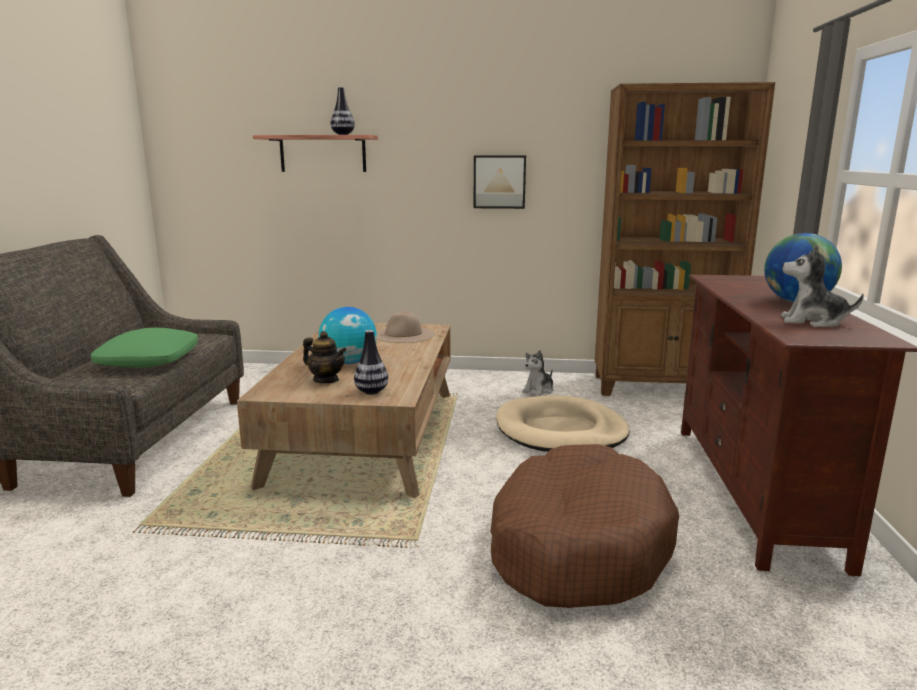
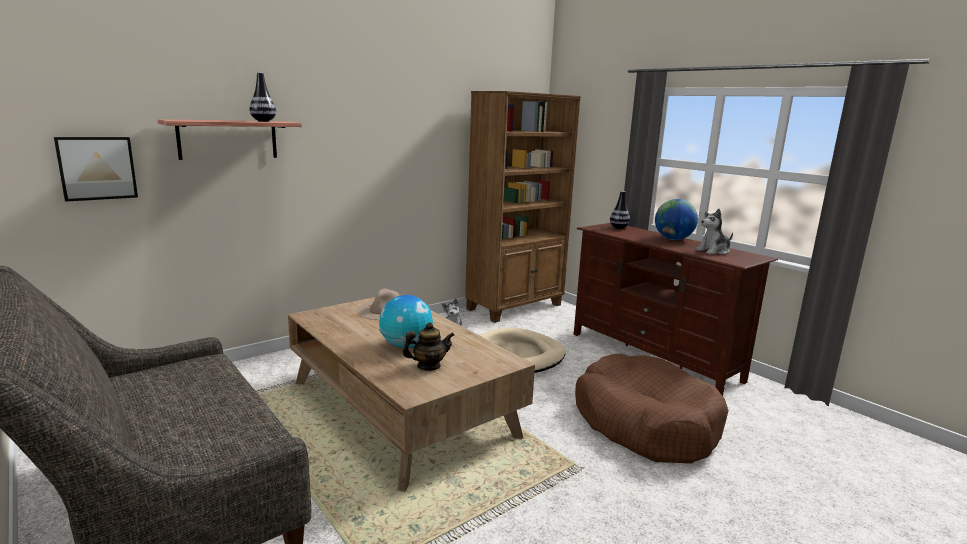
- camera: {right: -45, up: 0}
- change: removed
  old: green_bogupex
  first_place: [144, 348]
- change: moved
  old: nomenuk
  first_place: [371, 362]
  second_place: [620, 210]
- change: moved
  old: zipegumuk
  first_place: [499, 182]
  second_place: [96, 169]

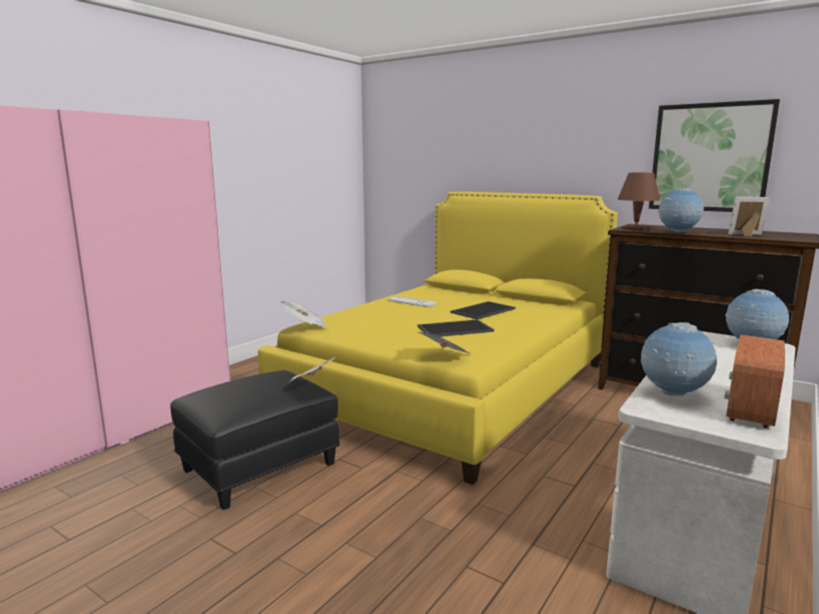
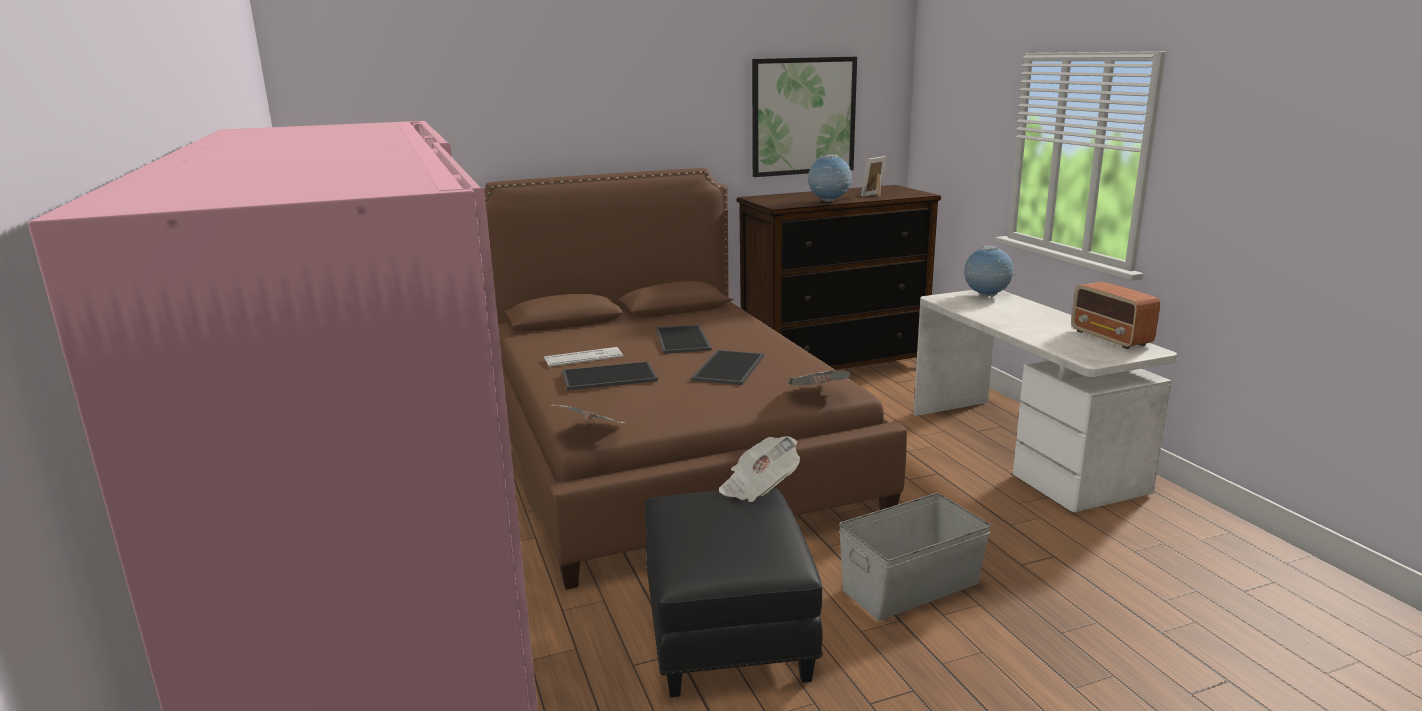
- camera: {right: -55, up: 5}
- change: removed
  old: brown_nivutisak
  first_place: [639, 201]
- change: removed
  old: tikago
  first_place: [679, 359]
- change: added
  new: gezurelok
  second_place: [610, 376]
- change: added
  new: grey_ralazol
  second_place: [915, 557]
- change: recoloured
  old: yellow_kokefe
  new: brown_kokefe
  first_place: [438, 338]
  second_place: [695, 379]

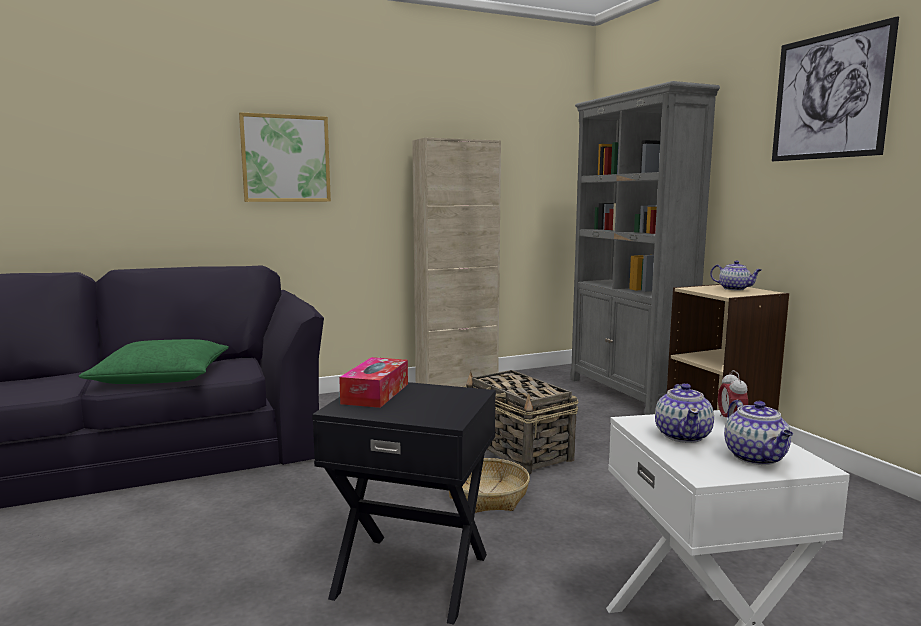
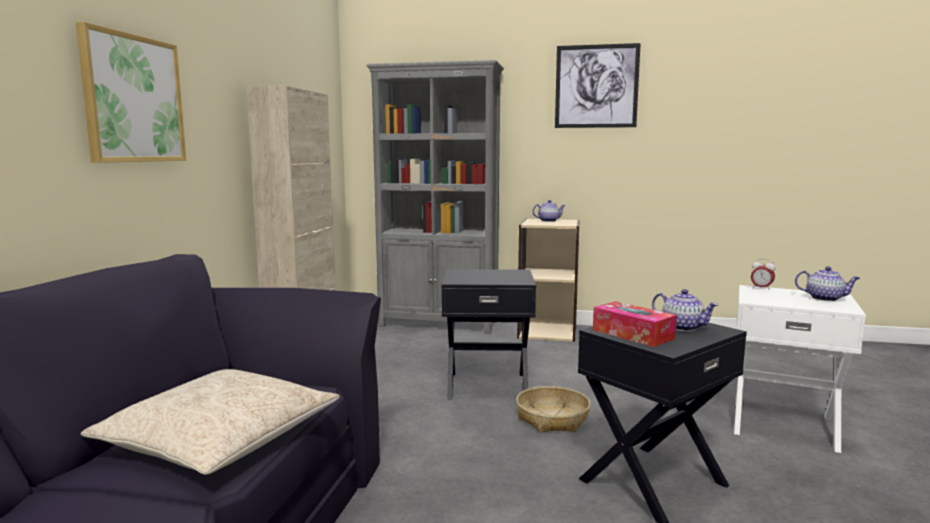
- camera: {right: -55, up: 0}
- change: moved
  old: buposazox
  first_place: [684, 413]
  second_place: [685, 310]
- change: replaced
  old: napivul
  new: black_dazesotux
  first_place: [520, 422]
  second_place: [488, 334]
- change: recoloured
  old: green_bogupex
  new: beige_bogupex
  first_place: [154, 361]
  second_place: [210, 422]

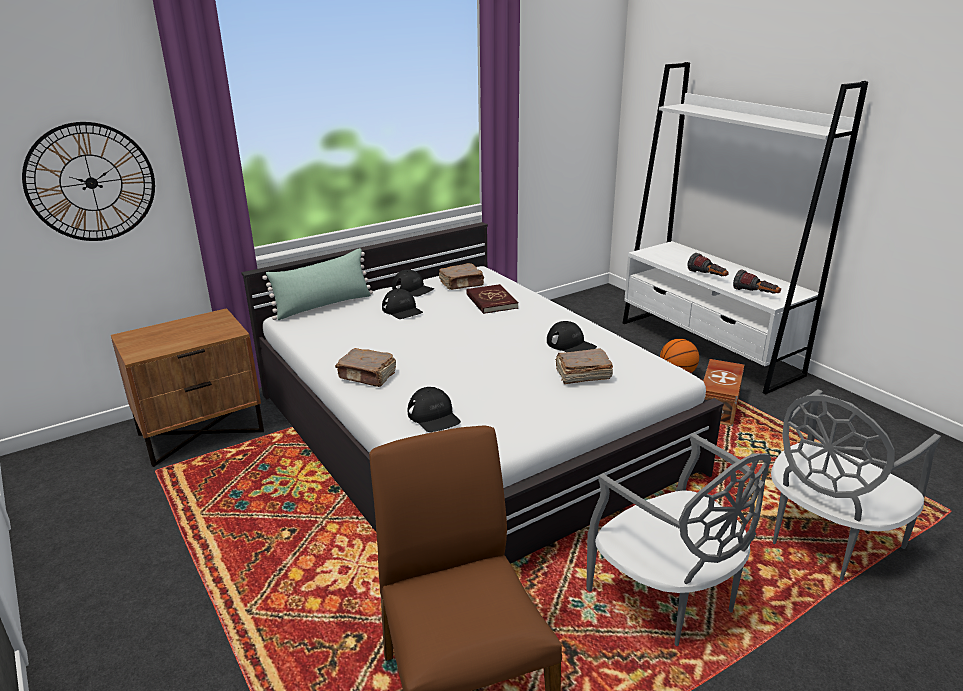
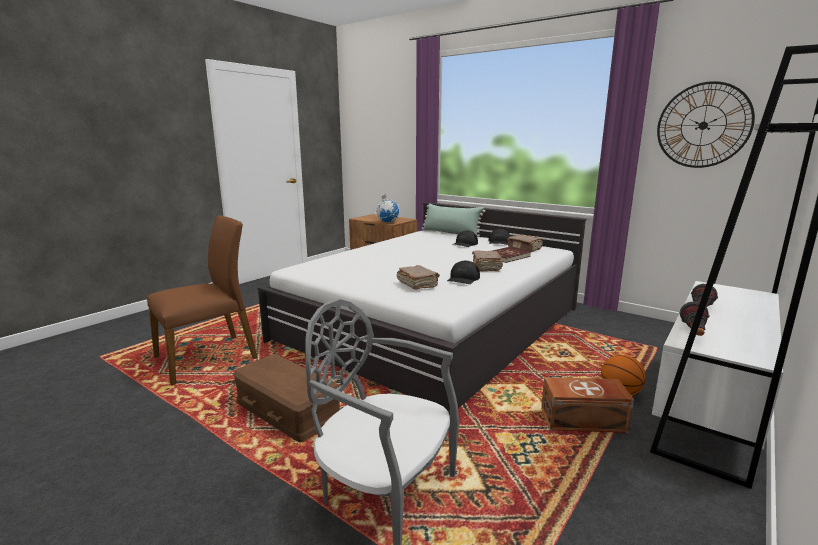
- camera: {right: 70, up: -10}
- change: removed
  old: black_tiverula
  first_place: [434, 409]
- change: added
  new: tikago
  second_place: [387, 208]
- change: moved
  old: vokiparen
  first_place: [88, 181]
  second_place: [706, 124]
- change: moved
  old: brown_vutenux
  first_place: [365, 367]
  second_place: [487, 260]
- change: replaced
  old: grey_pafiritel
  new: brown_ralazol
  first_place: [678, 539]
  second_place: [286, 398]

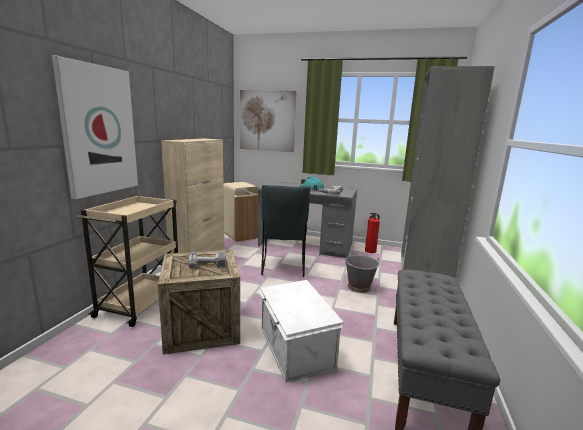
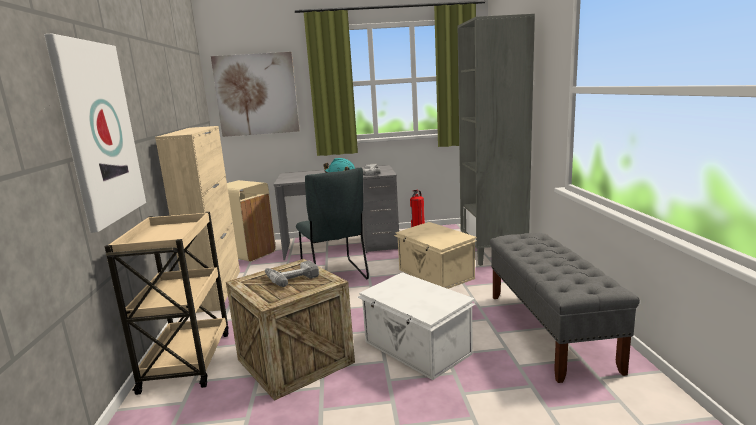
- camera: {right: -20, up: 0}
- change: replaced
  old: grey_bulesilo
  new: beige_ralazol
  first_place: [362, 274]
  second_place: [435, 255]

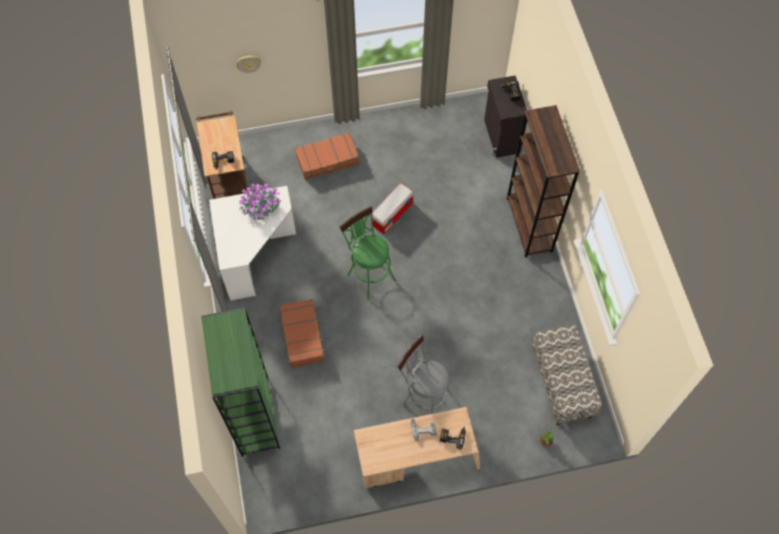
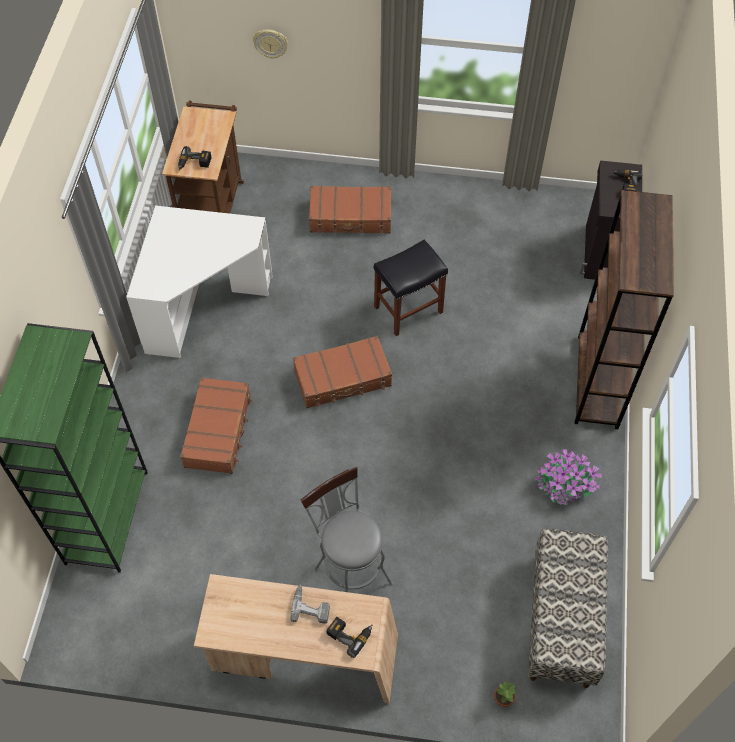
- camera: {right: 20, up: -5}
- change: moved
  old: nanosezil
  first_place: [260, 201]
  second_place: [568, 477]
- change: replaced
  old: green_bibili
  new: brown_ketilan
  first_place: [367, 253]
  second_place: [342, 372]
- change: replaced
  old: ralazol
  new: black_bibili
  first_place: [392, 208]
  second_place: [411, 288]

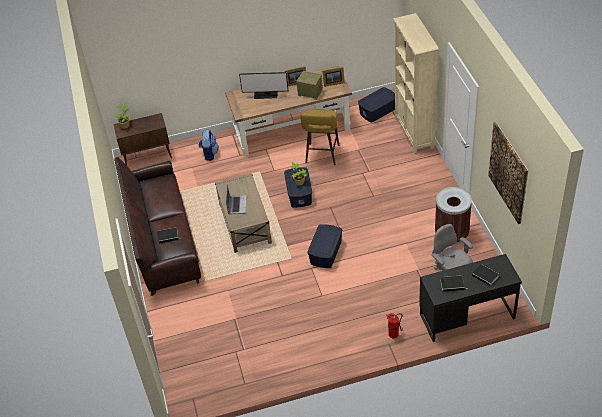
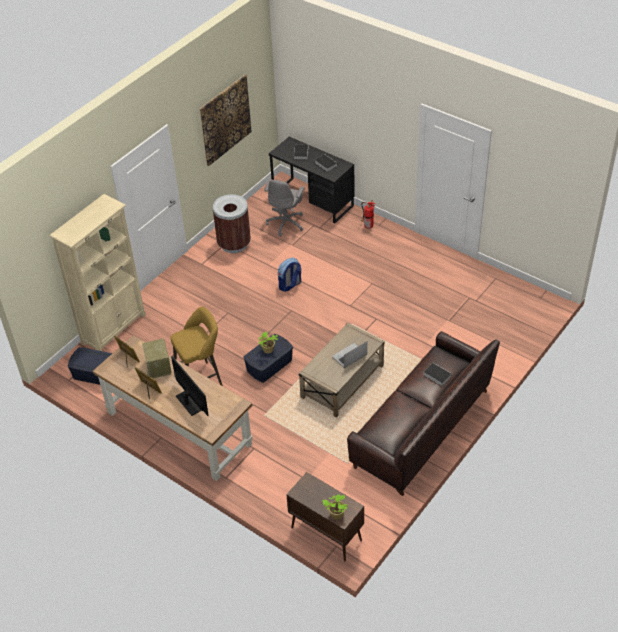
- camera: {right: -130, up: 0}
- change: removed
  old: blue_ralazol
  first_place: [324, 246]
- change: moved
  old: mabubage
  first_place: [209, 145]
  second_place: [289, 275]

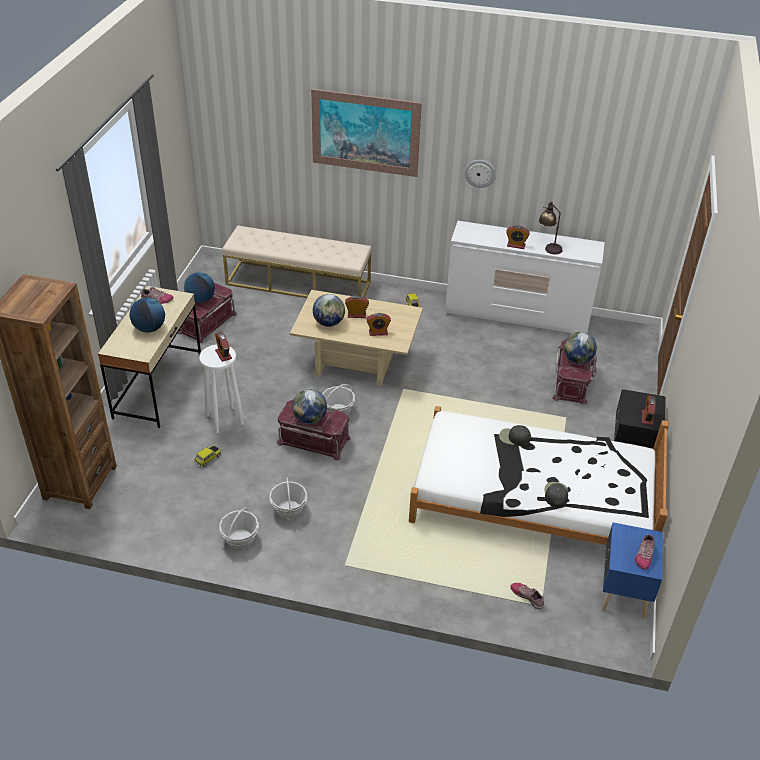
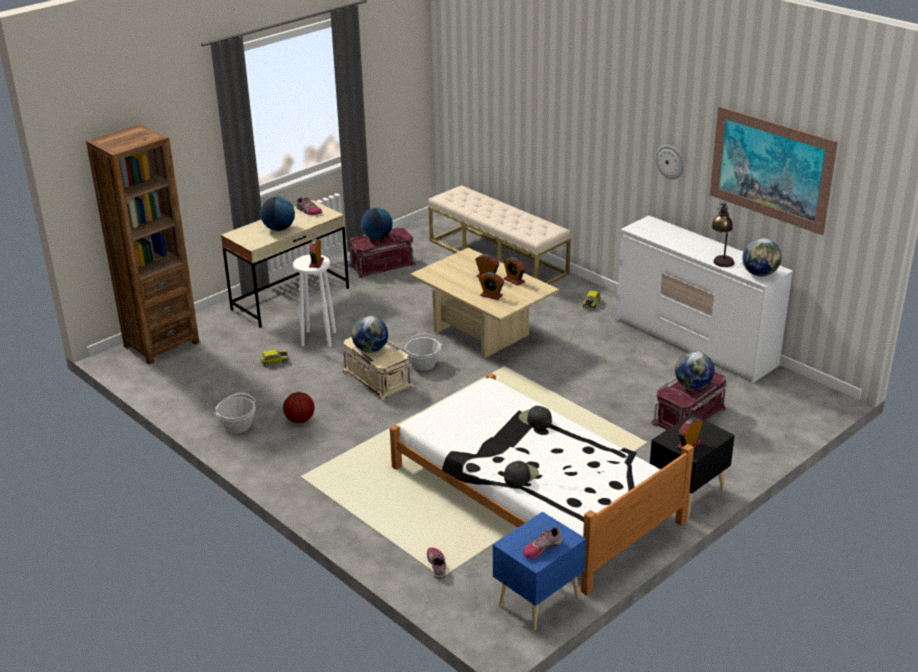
- camera: {right: 35, up: -10}
- change: moved
  old: zipegumuk
  first_place: [366, 133]
  second_place: [774, 170]
- change: moved
  old: tikago
  first_place: [329, 310]
  second_place: [761, 257]
- change: moved
  old: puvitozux
  first_place: [518, 237]
  second_place: [514, 271]
- change: replaced
  old: napivul
  new: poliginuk
  first_place: [288, 498]
  second_place: [298, 407]
- change: recoloured
  old: red_ralazol
  new: beige_ralazol
  first_place: [314, 430]
  second_place: [378, 368]

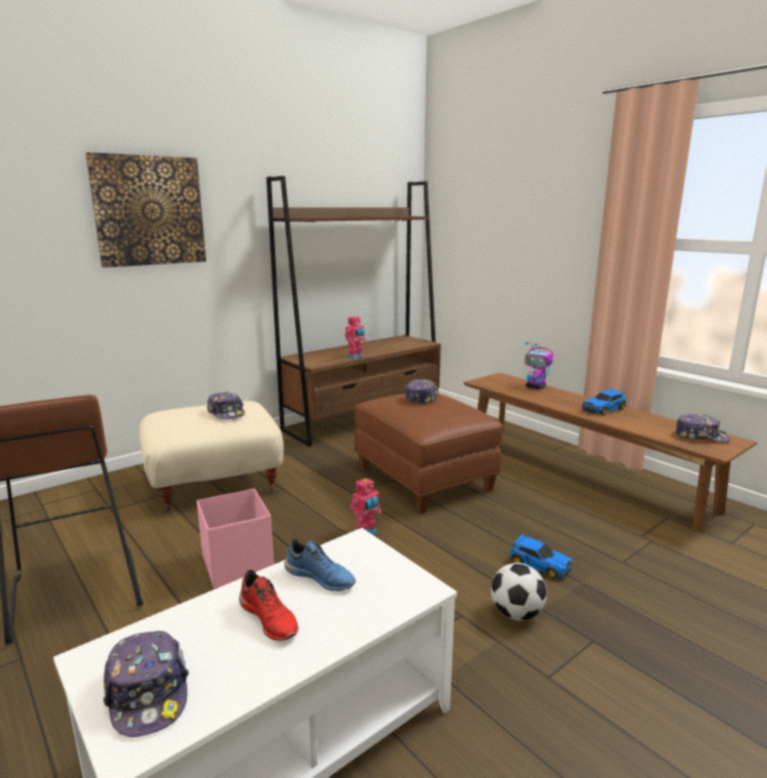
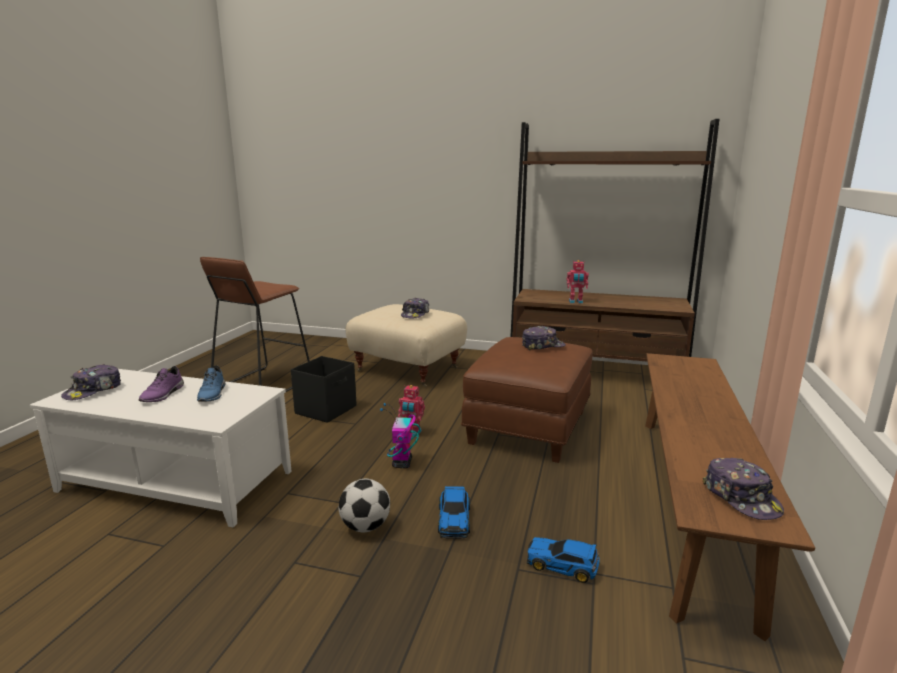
- camera: {right: 55, up: 0}
- change: removed
  old: zipegumuk
  first_place: [145, 210]
- change: moved
  old: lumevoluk
  first_place: [539, 366]
  second_place: [400, 435]
- change: moved
  old: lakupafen
  first_place: [604, 402]
  second_place: [563, 560]
- change: recoloured
  old: pink_ralazol
  new: black_ralazol
  first_place: [235, 539]
  second_place: [323, 389]
- change: recoloured
  old: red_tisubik
  new: purple_tisubik
  first_place: [269, 605]
  second_place: [161, 384]

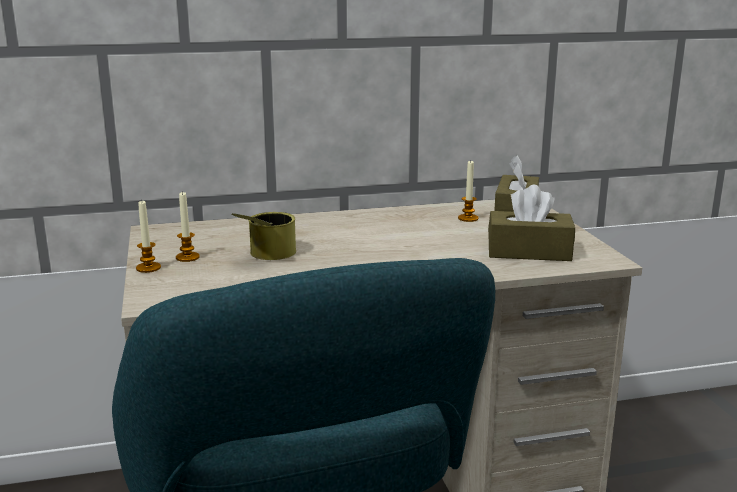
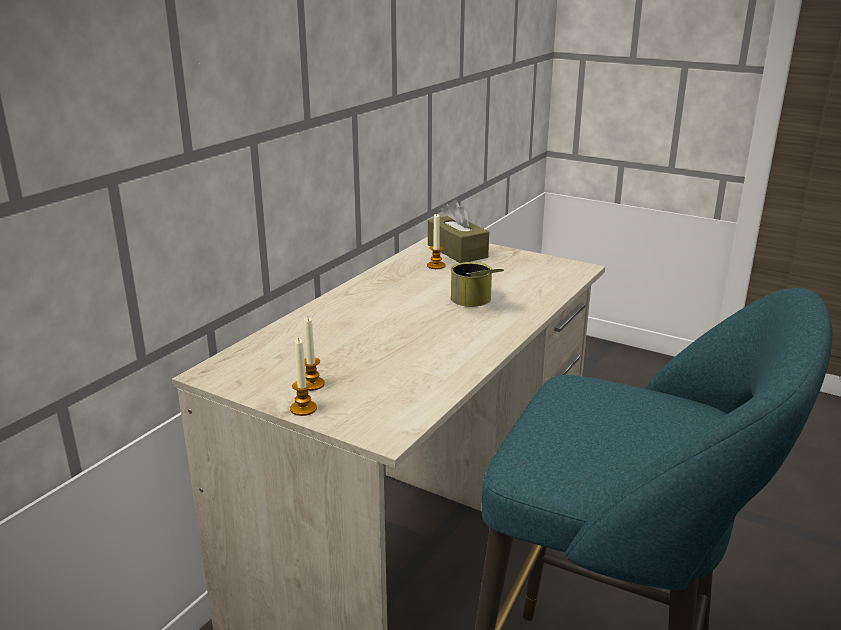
- camera: {right: -45, up: 5}
- change: removed
  old: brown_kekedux
  first_place: [531, 223]
- change: moved
  old: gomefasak
  first_place: [264, 236]
  second_place: [477, 284]

